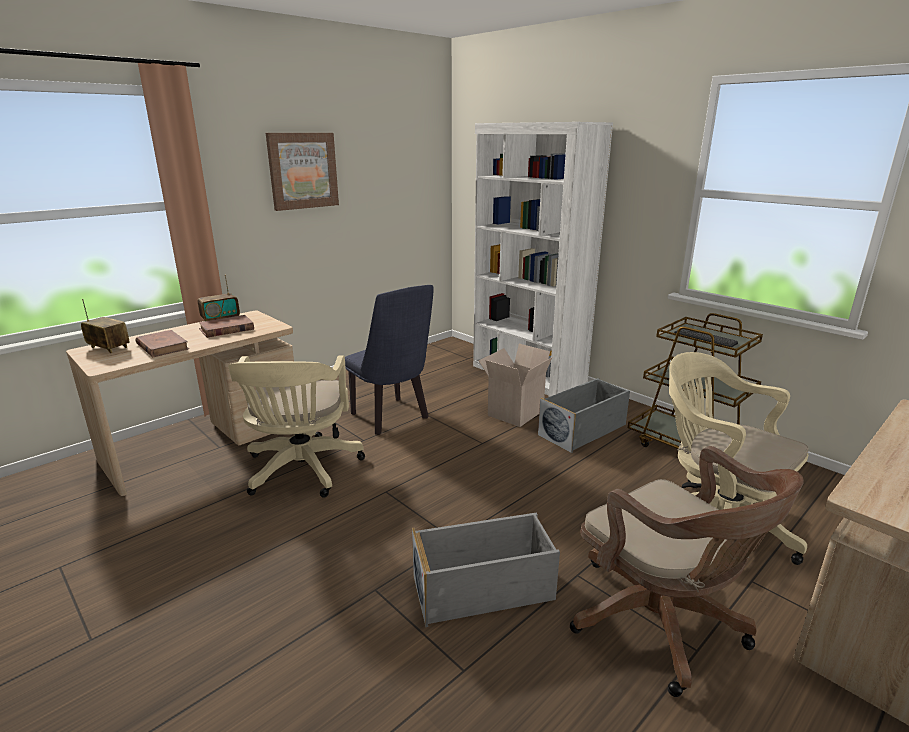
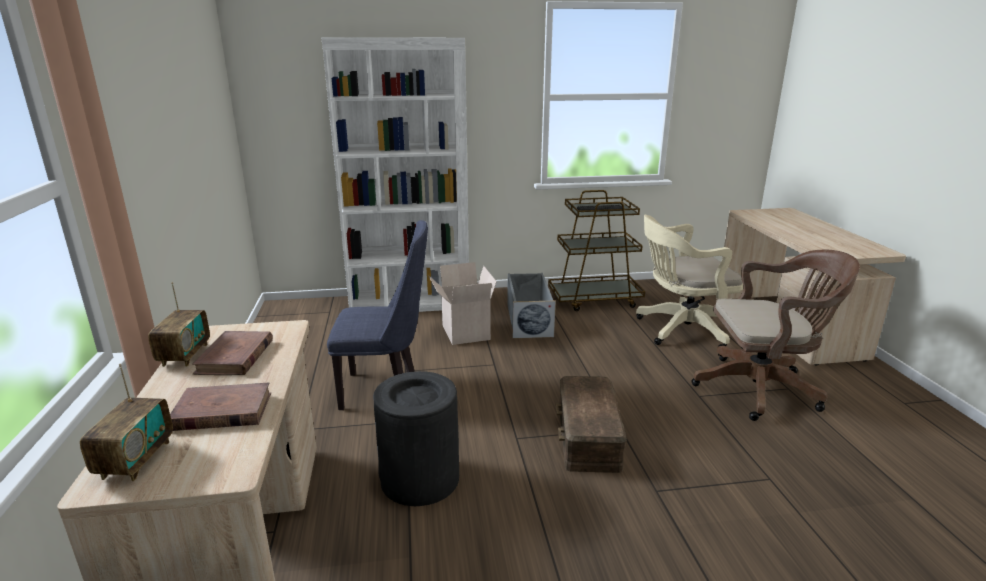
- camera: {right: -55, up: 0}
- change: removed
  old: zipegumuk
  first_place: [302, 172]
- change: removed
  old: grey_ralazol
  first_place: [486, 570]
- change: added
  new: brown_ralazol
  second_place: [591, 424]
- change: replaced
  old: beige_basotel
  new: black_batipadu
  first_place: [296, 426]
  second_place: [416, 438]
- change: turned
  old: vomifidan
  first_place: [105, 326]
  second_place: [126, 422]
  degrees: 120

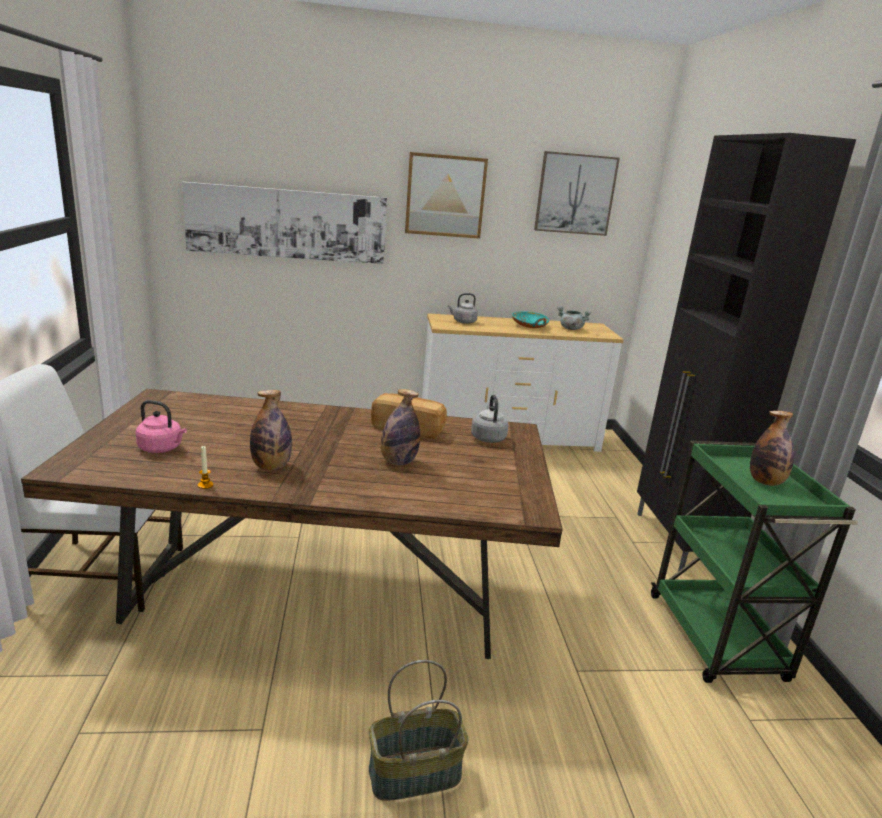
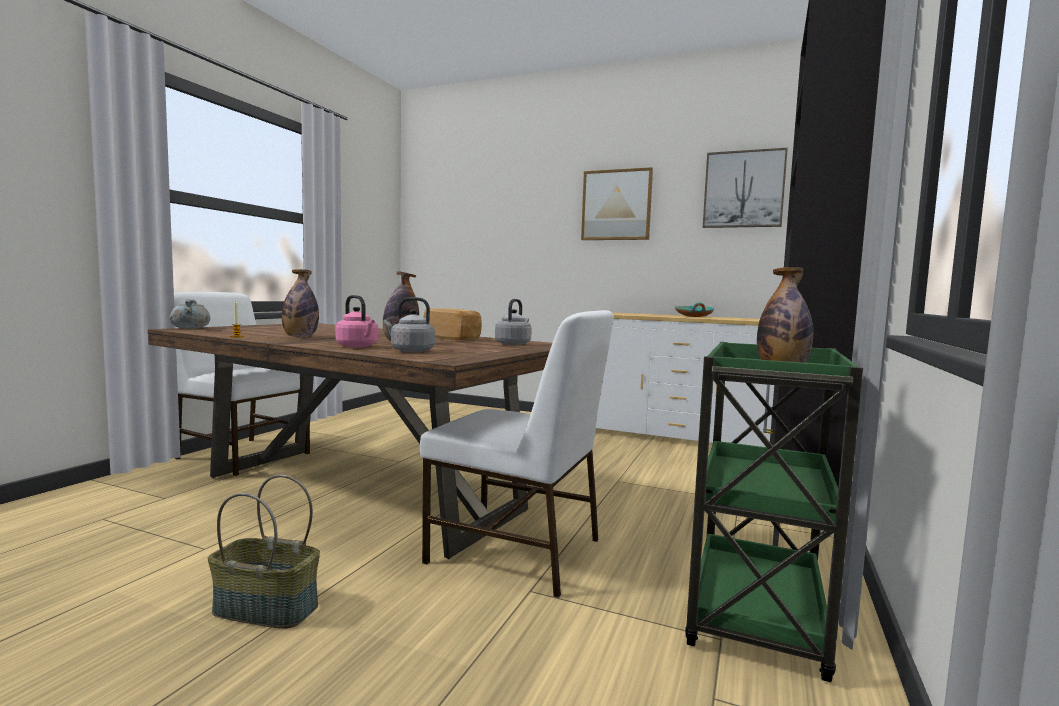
- camera: {right: 30, up: -15}
- change: removed
  old: zipegumuk
  first_place: [284, 223]
- change: added
  new: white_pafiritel
  second_place: [517, 454]
- change: moved
  old: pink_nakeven
  first_place: [161, 426]
  second_place: [356, 321]
- change: moved
  old: grey_nakeven
  first_place: [463, 308]
  second_place: [409, 324]
- change: moved
  old: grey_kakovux
  first_place: [574, 318]
  second_place: [190, 314]

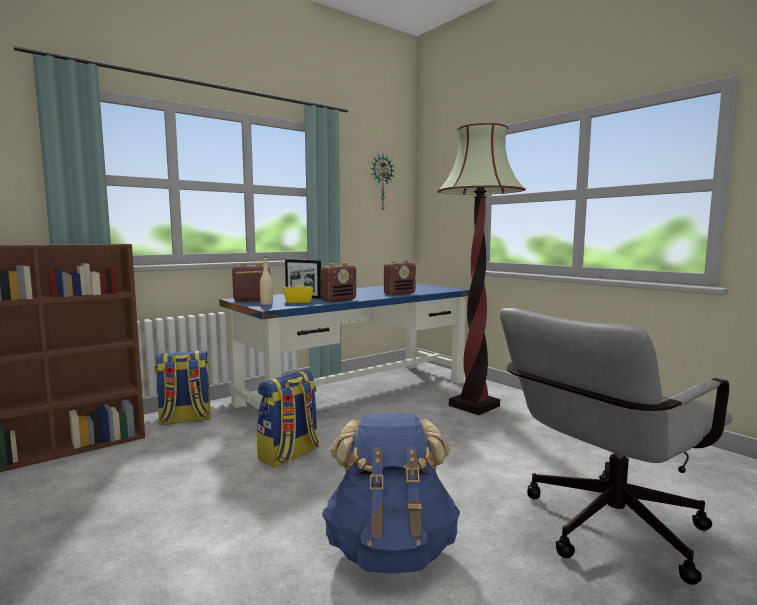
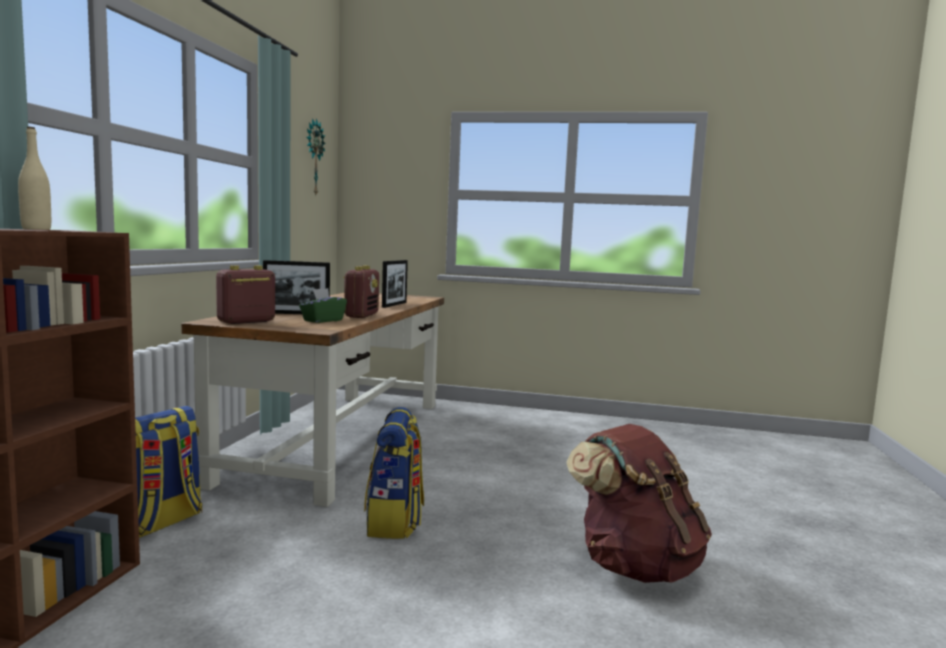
- camera: {right: -40, up: 0}
- change: removed
  old: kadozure
  first_place: [481, 269]
- change: removed
  old: grey_basotel
  first_place: [616, 446]
- change: moved
  old: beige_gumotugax
  first_place: [266, 280]
  second_place: [34, 178]
- change: replaced
  old: vomifidan
  new: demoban
  first_place: [400, 277]
  second_place: [395, 284]
- change: recoloured
  old: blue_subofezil
  new: brown_subofezil
  first_place: [344, 346]
  second_place: [312, 400]
- change: recoloured
  old: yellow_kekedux
  new: green_kekedux
  first_place: [298, 291]
  second_place: [323, 305]
- change: recoloured
  old: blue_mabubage
  new: brown_mabubage
  first_place: [391, 493]
  second_place: [639, 503]

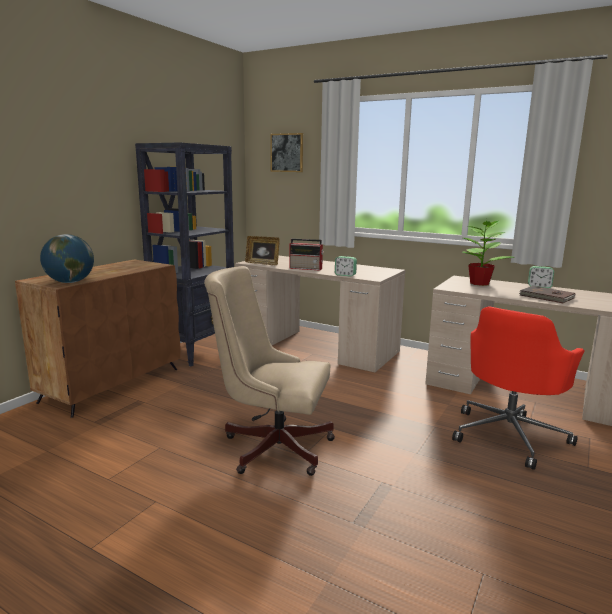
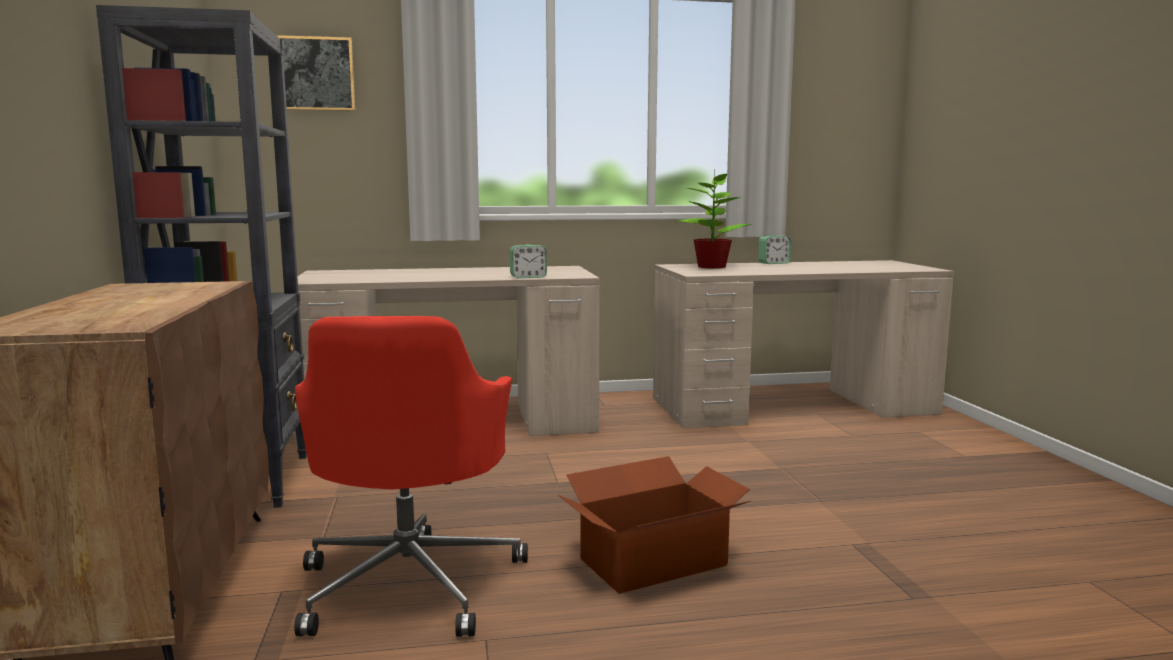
- camera: {right: -40, up: -5}
- change: removed
  old: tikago
  first_place: [67, 258]
- change: removed
  old: demoban
  first_place: [262, 250]
- change: removed
  old: vomifidan
  first_place: [306, 254]
- change: removed
  old: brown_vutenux
  first_place: [547, 294]
- change: moved
  old: red_basotel
  first_place: [518, 388]
  second_place: [411, 476]
- change: replaced
  old: beige_basotel
  new: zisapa
  first_place: [269, 371]
  second_place: [654, 525]

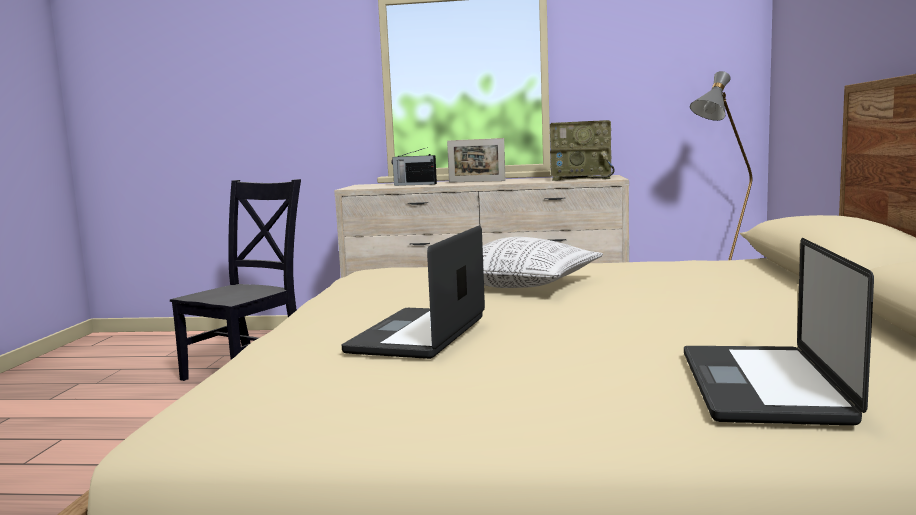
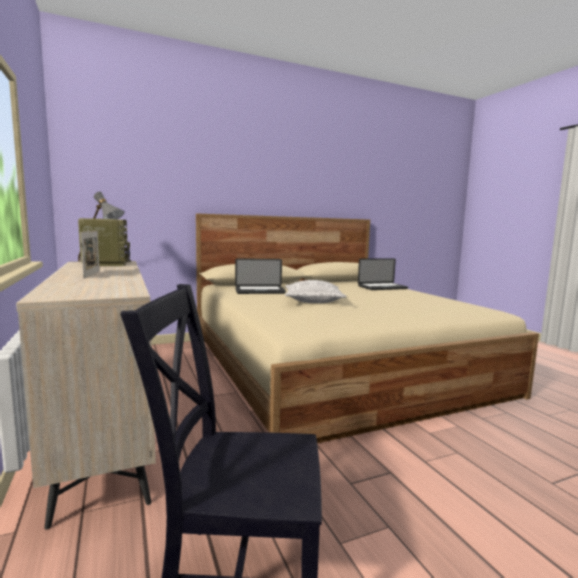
- camera: {right: -120, up: 0}
- change: removed
  old: vomifidan
  first_place: [414, 166]
- change: moved
  old: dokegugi
  first_place: [413, 292]
  second_place: [260, 276]

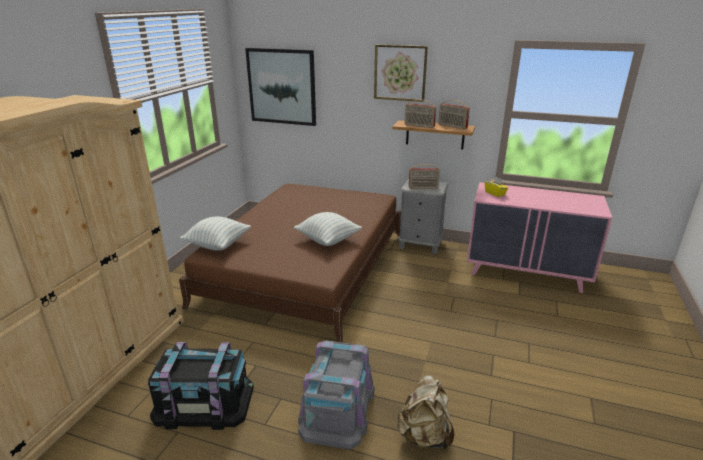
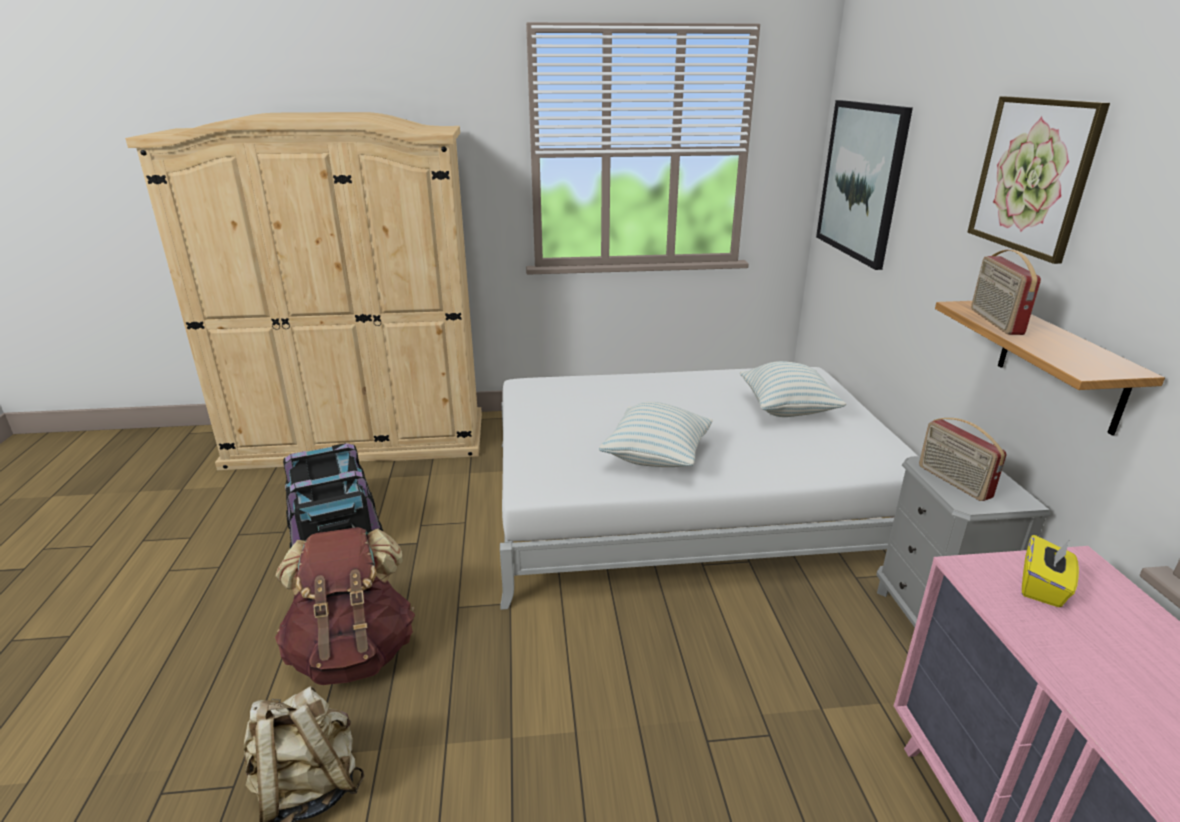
- camera: {right: 65, up: 0}
- change: removed
  old: vomifidan
  first_place: [454, 114]
- change: moved
  old: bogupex
  first_place: [215, 234]
  second_place: [793, 389]
- change: replaced
  old: grey_ralazol
  new: brown_mabubage
  first_place: [336, 394]
  second_place: [345, 606]
- change: recoloured
  old: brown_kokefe
  new: white_kokefe
  first_place: [290, 263]
  second_place: [709, 488]

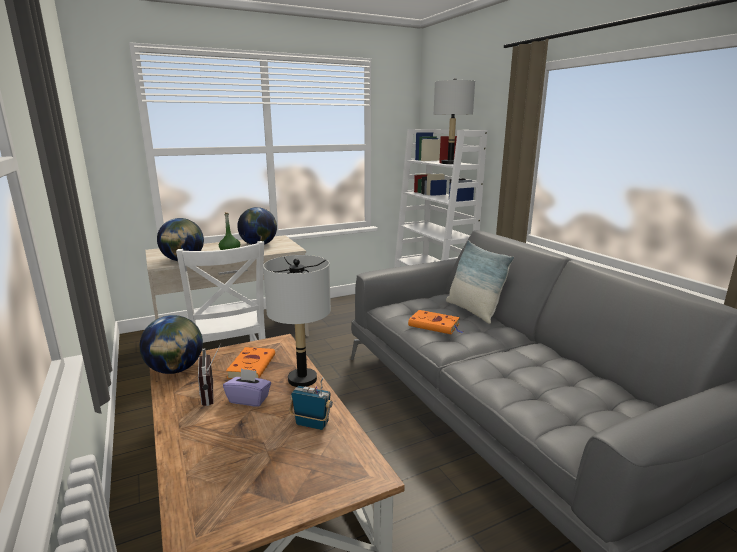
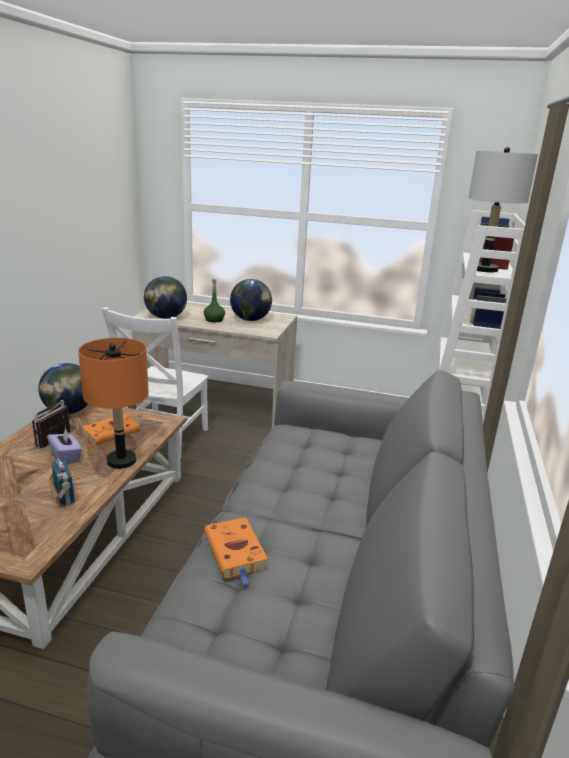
- camera: {right: 40, up: 5}
- change: removed
  old: bogupex
  first_place: [480, 282]
- change: moved
  old: orange_vutenux
  first_place: [435, 322]
  second_place: [236, 551]
- change: recoloured
  old: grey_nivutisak
  new: orange_nivutisak
  first_place: [297, 321]
  second_place: [113, 403]

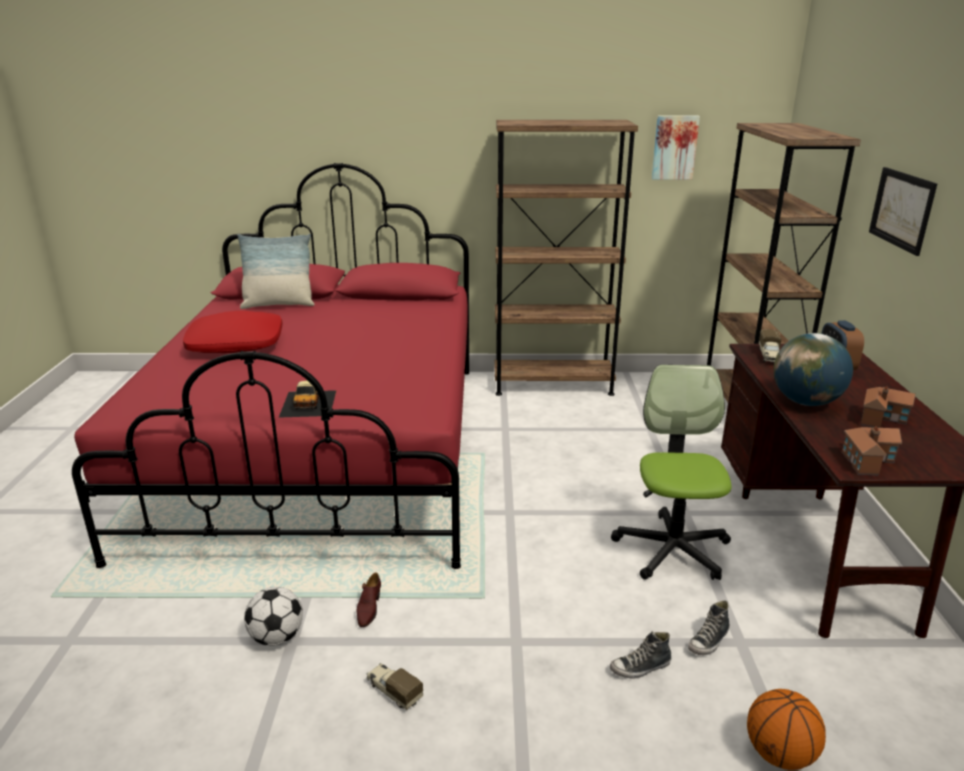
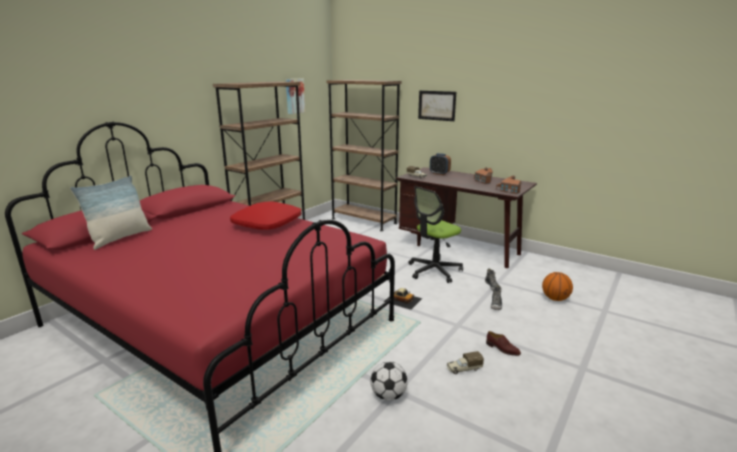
- camera: {right: -55, up: -5}
- change: removed
  old: tikago
  first_place: [813, 369]
- change: moved
  old: red_bogupex
  first_place: [233, 332]
  second_place: [265, 215]
- change: moved
  old: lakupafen
  first_place: [308, 399]
  second_place: [403, 299]
- change: moved
  old: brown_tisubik
  first_place: [369, 600]
  second_place: [503, 343]
- change: turned
  old: basotel
  first_place: [671, 472]
  second_place: [435, 234]
  degrees: -75

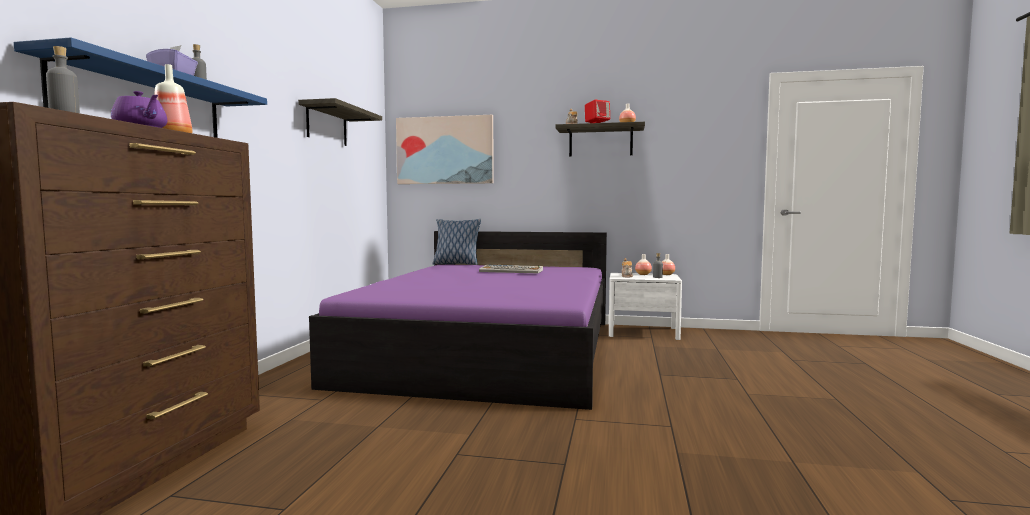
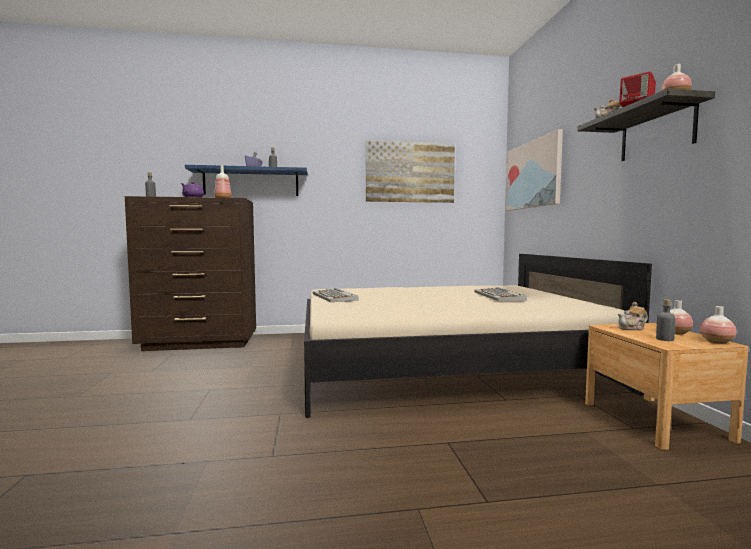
- camera: {right: 70, up: 0}
- change: removed
  old: bogupex
  first_place: [456, 242]
- change: added
  new: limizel
  second_place: [336, 295]
- change: replaced
  old: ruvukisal
  new: zipegumuk
  first_place: [340, 122]
  second_place: [410, 171]
- change: recoloured
  old: purple_kokefe
  new: beige_kokefe
  first_place: [458, 320]
  second_place: [478, 336]
- change: recoloured
  old: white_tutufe
  new: brown_tutufe
  first_place: [645, 306]
  second_place: [666, 386]

